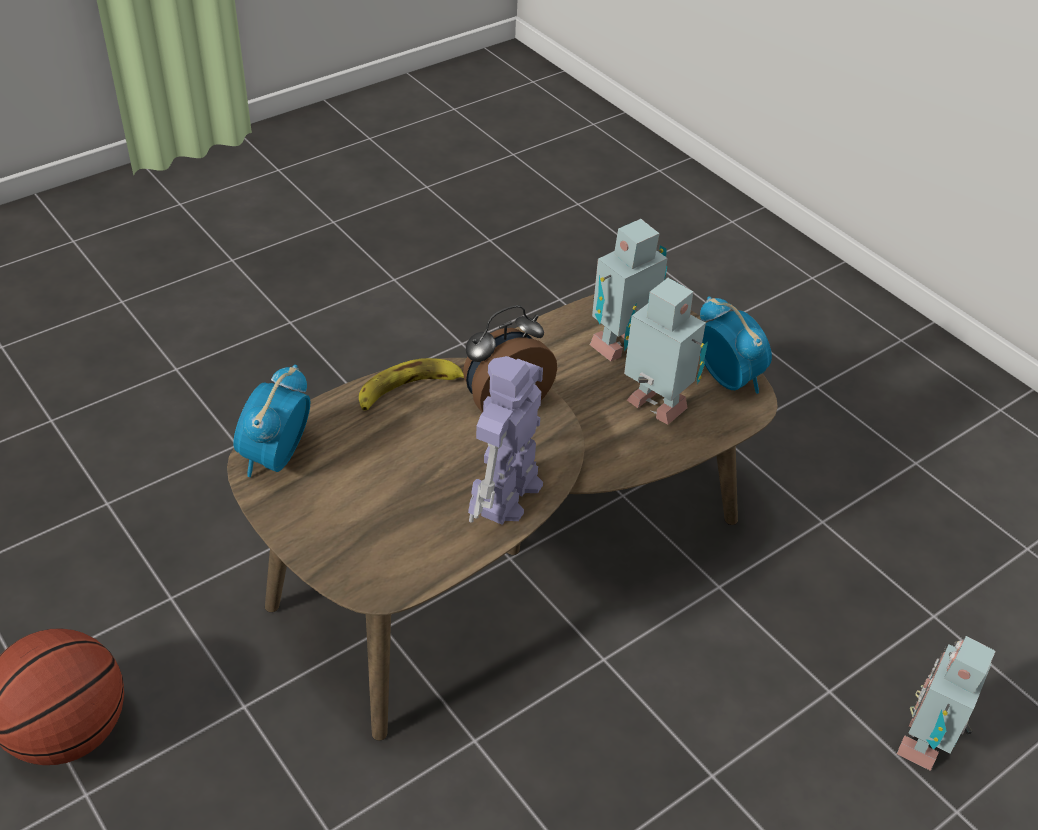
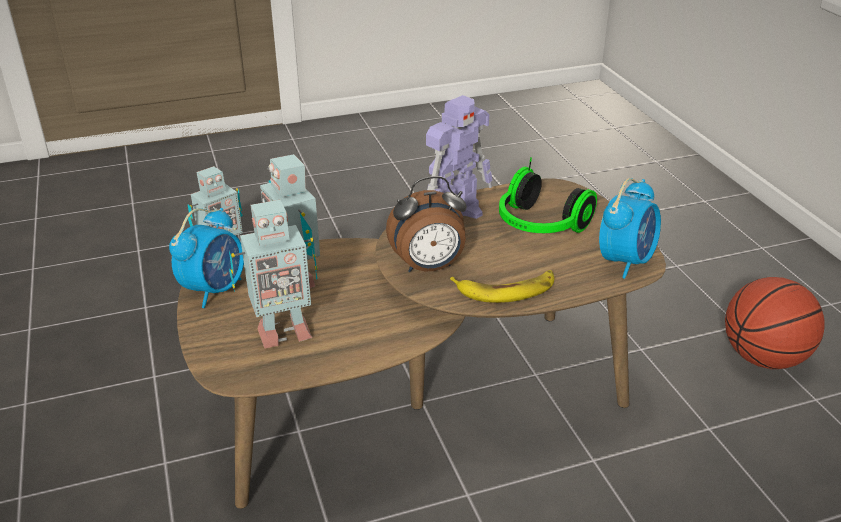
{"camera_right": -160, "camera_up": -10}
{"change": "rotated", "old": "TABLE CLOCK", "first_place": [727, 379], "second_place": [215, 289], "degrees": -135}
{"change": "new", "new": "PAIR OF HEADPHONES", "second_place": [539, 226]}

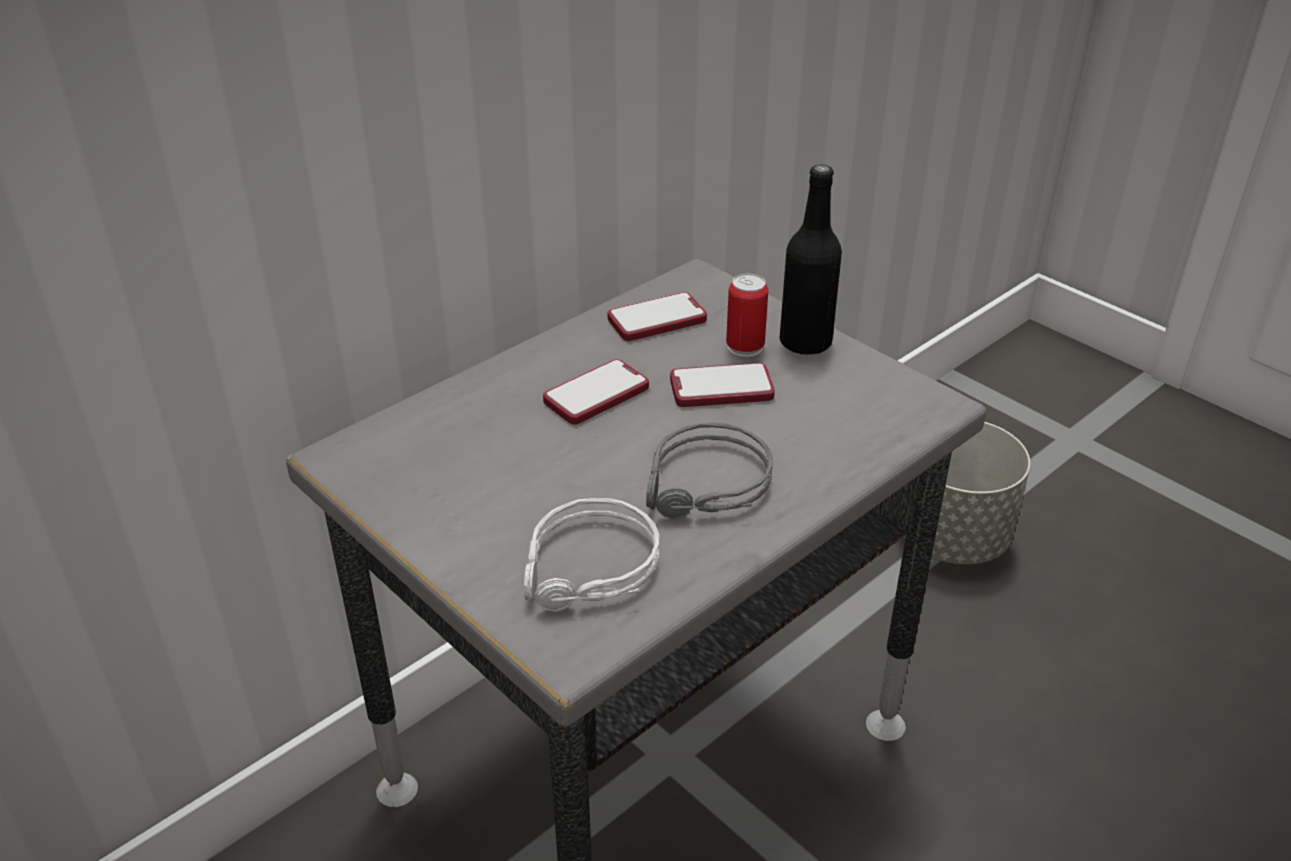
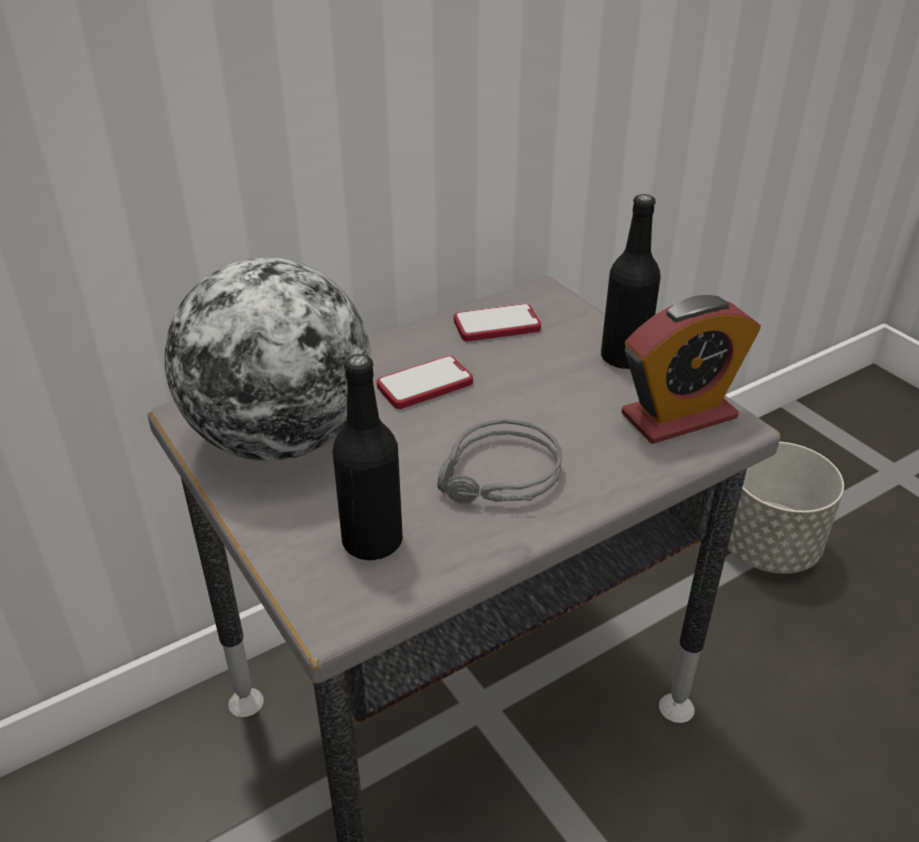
{"camera_right": 10, "camera_up": 0}
{"change": "gone", "old": "METAL CAN", "first_place": [745, 347]}
{"change": "gone", "old": "TELEPHONE", "first_place": [721, 388]}
{"change": "swapped", "old": "GREYISH PAIR OF HEADPHONES", "new": "BLACK-COLOURED BEVERAGE BOTTLE", "first_place": [590, 570], "second_place": [372, 541]}
{"change": "new", "new": "DESK GLOBE", "second_place": [282, 439]}
{"change": "new", "new": "TABLE CLOCK", "second_place": [678, 416]}

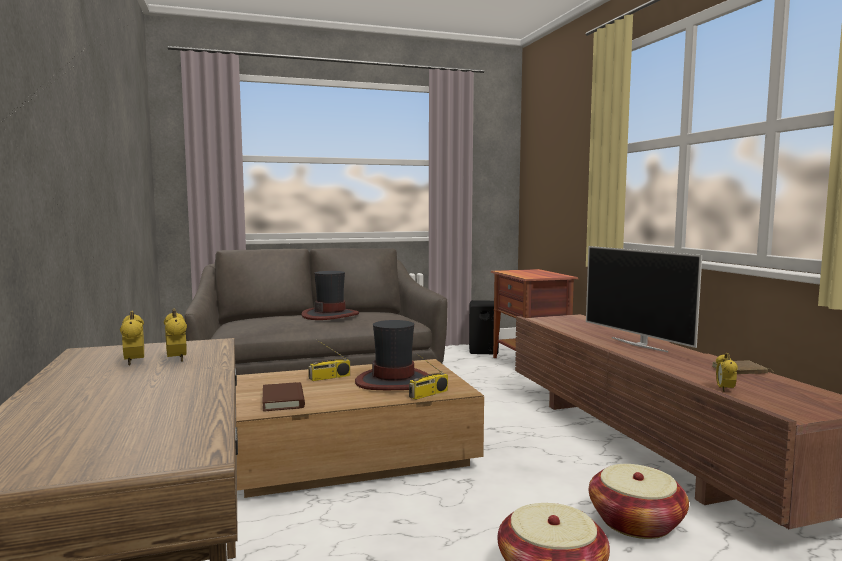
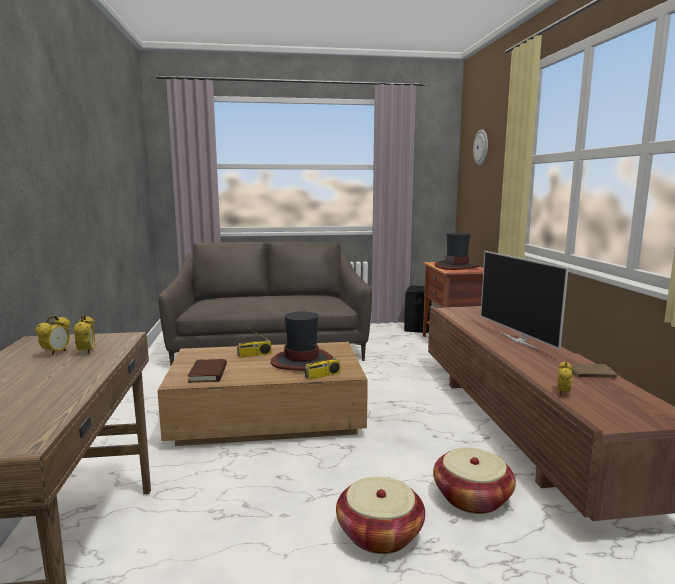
{"camera_right": 10, "camera_up": 5}
{"change": "shifted", "old": "HAT", "first_place": [330, 315], "second_place": [456, 266]}
{"change": "rotated", "old": "TABLE CLOCK", "first_place": [134, 362], "second_place": [56, 353], "degrees": -150}
{"change": "new", "new": "WALL CLOCK", "second_place": [481, 147]}

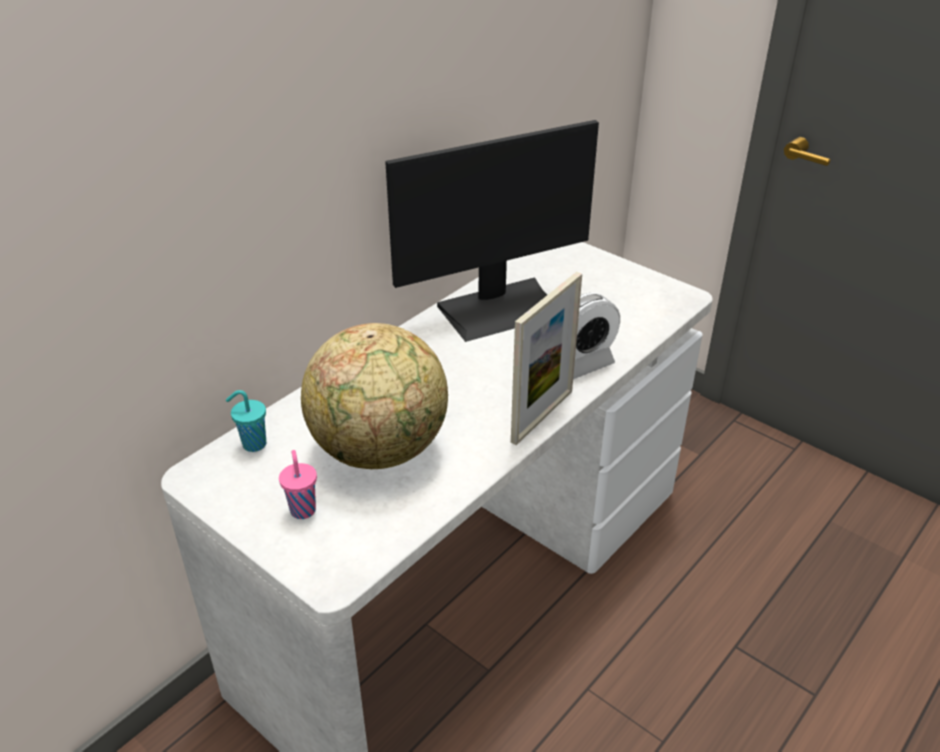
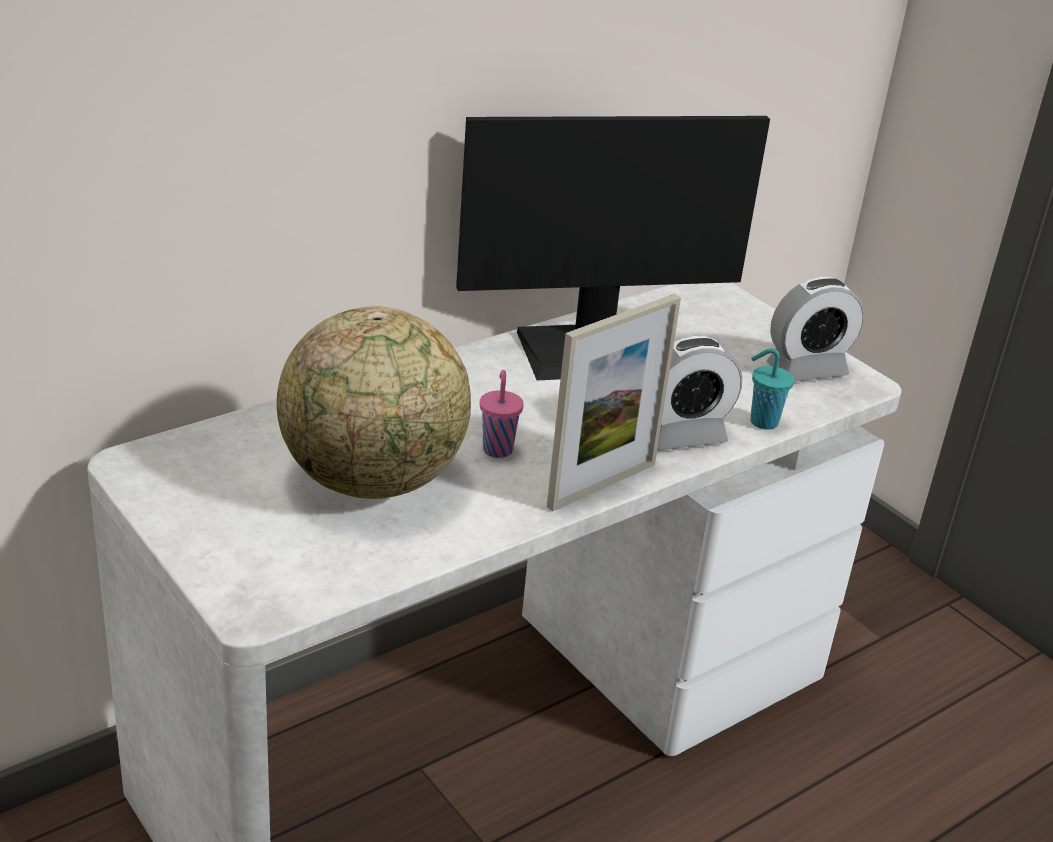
{"camera_right": 10, "camera_up": -5}
{"change": "shifted", "old": "TURQUOISE SMALL CUP", "first_place": [253, 444], "second_place": [762, 422]}
{"change": "shifted", "old": "PINKISH SMALL CUP", "first_place": [302, 509], "second_place": [497, 448]}
{"change": "new", "new": "TABLE CLOCK", "second_place": [806, 370]}

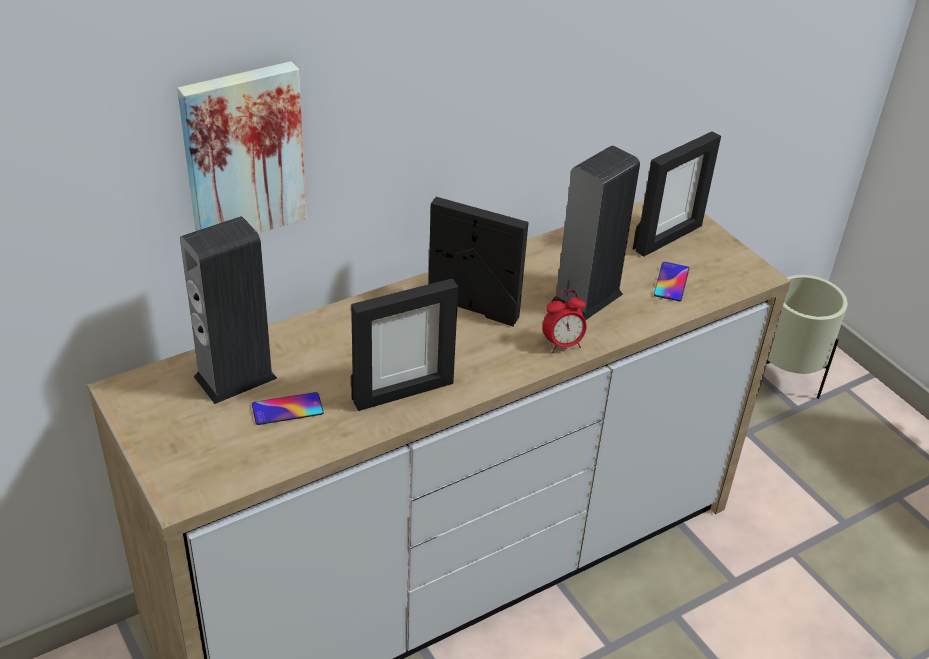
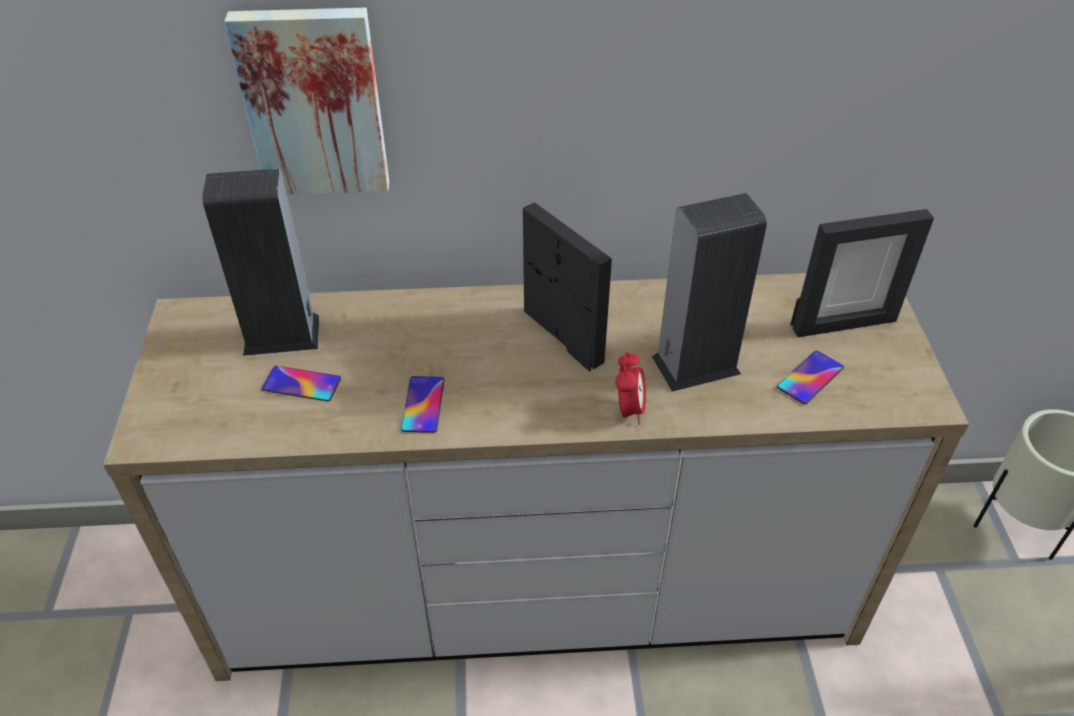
{"camera_right": 30, "camera_up": 5}
{"change": "swapped", "old": "STANDING FRAME", "new": "TELEPHONE", "first_place": [403, 391], "second_place": [423, 404]}
{"change": "rotated", "old": "TABLE CLOCK", "first_place": [562, 344], "second_place": [629, 410], "degrees": -90}

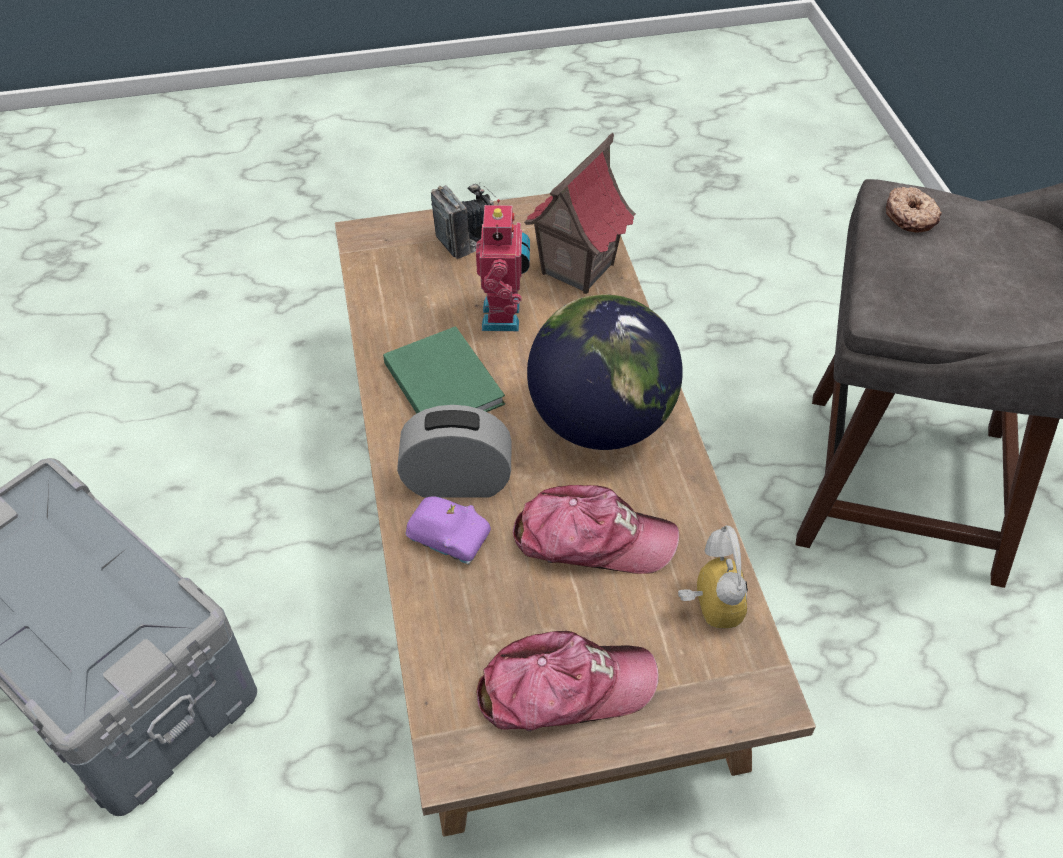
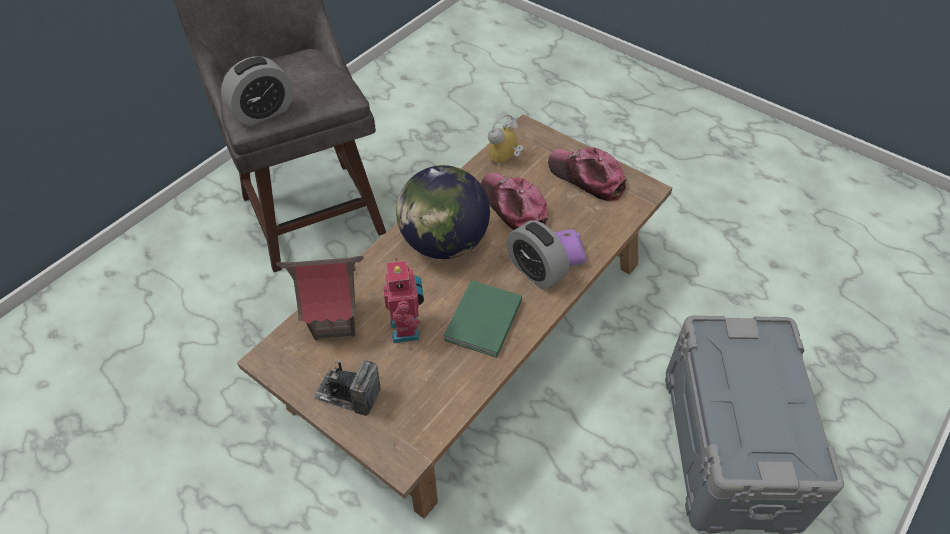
{"camera_right": -130, "camera_up": 0}
{"change": "swapped", "old": "DOUGHNUT", "new": "TABLE CLOCK", "first_place": [910, 216], "second_place": [263, 112]}
{"change": "rotated", "old": "TOY ROBOT", "first_place": [504, 316], "second_place": [407, 329], "degrees": 120}

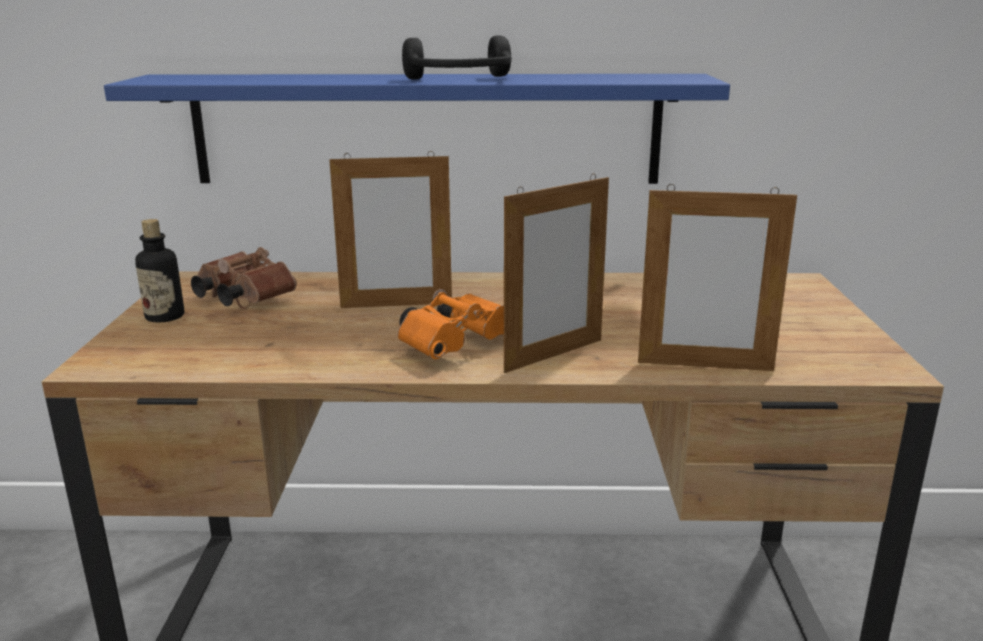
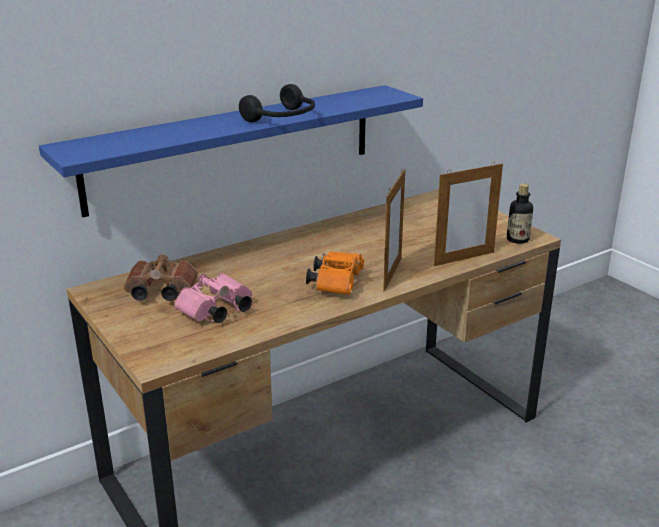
{"camera_right": -35, "camera_up": 5}
{"change": "gone", "old": "STANDING FRAME", "first_place": [396, 305]}
{"change": "shifted", "old": "BEVERAGE BOTTLE", "first_place": [165, 316], "second_place": [517, 239]}
{"change": "new", "new": "PINKISH BINOCULARS", "second_place": [215, 312]}

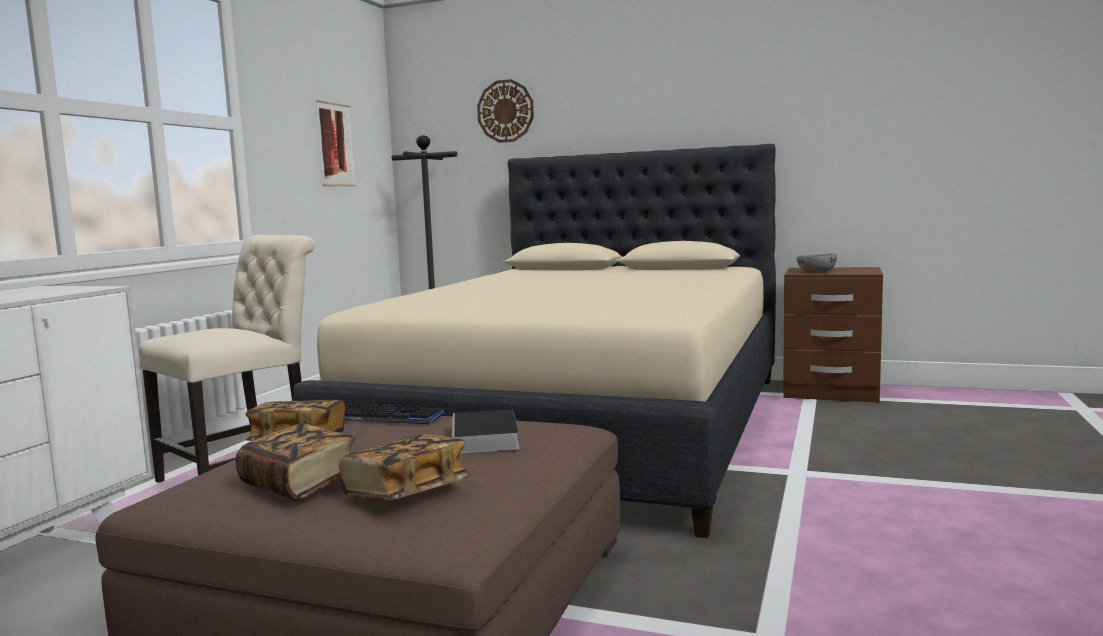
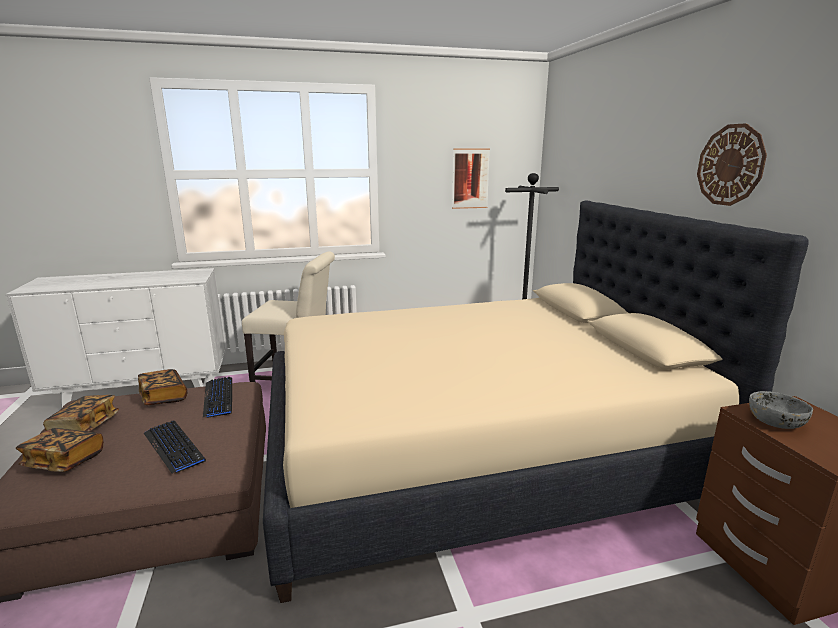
{"camera_right": 55, "camera_up": 10}
{"change": "shifted", "old": "WALL CLOCK", "first_place": [505, 111], "second_place": [730, 165]}
{"change": "swapped", "old": "BOUND BOOK", "new": "KEYBOARD", "first_place": [485, 439], "second_place": [174, 447]}

